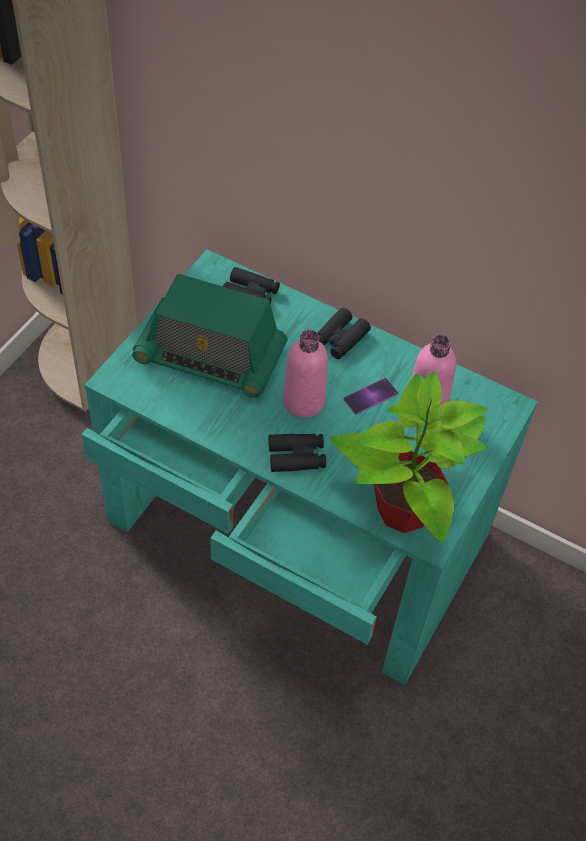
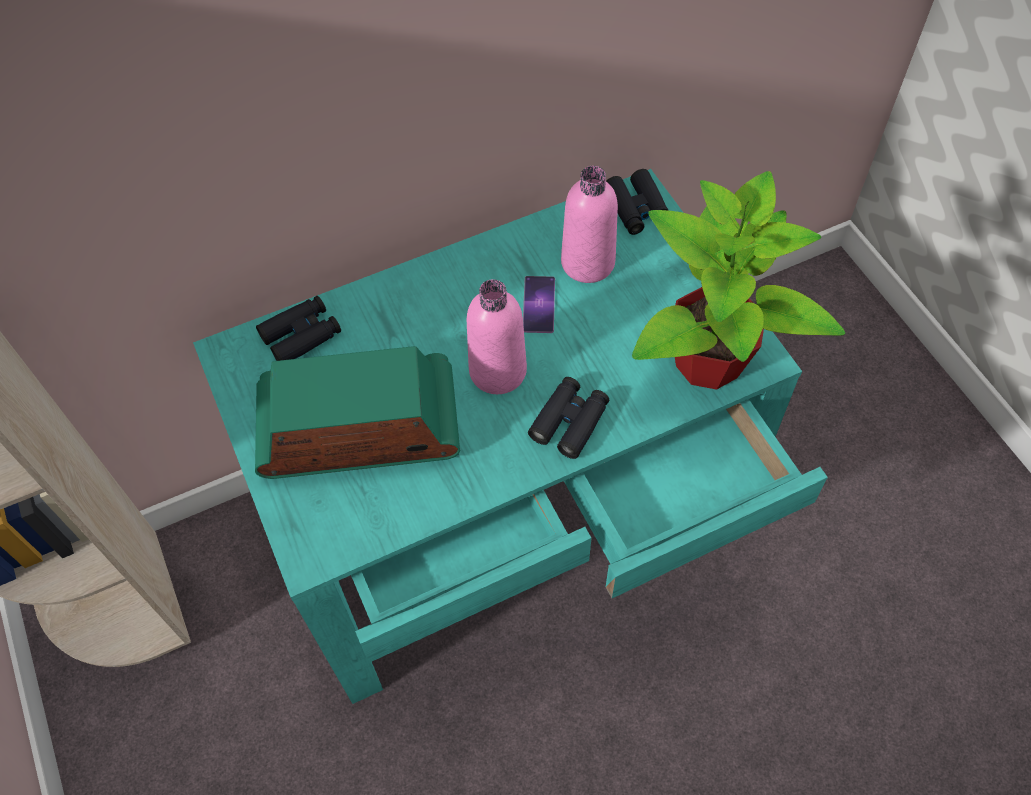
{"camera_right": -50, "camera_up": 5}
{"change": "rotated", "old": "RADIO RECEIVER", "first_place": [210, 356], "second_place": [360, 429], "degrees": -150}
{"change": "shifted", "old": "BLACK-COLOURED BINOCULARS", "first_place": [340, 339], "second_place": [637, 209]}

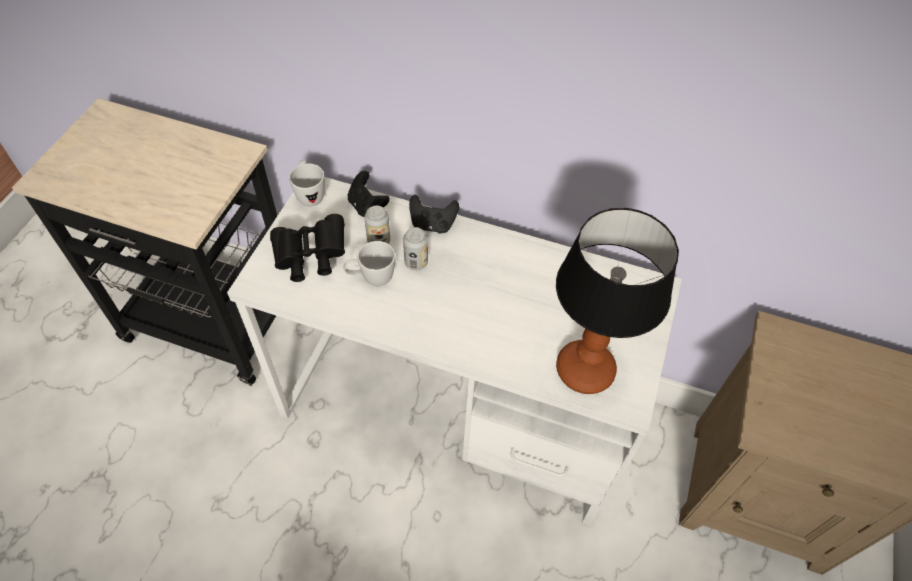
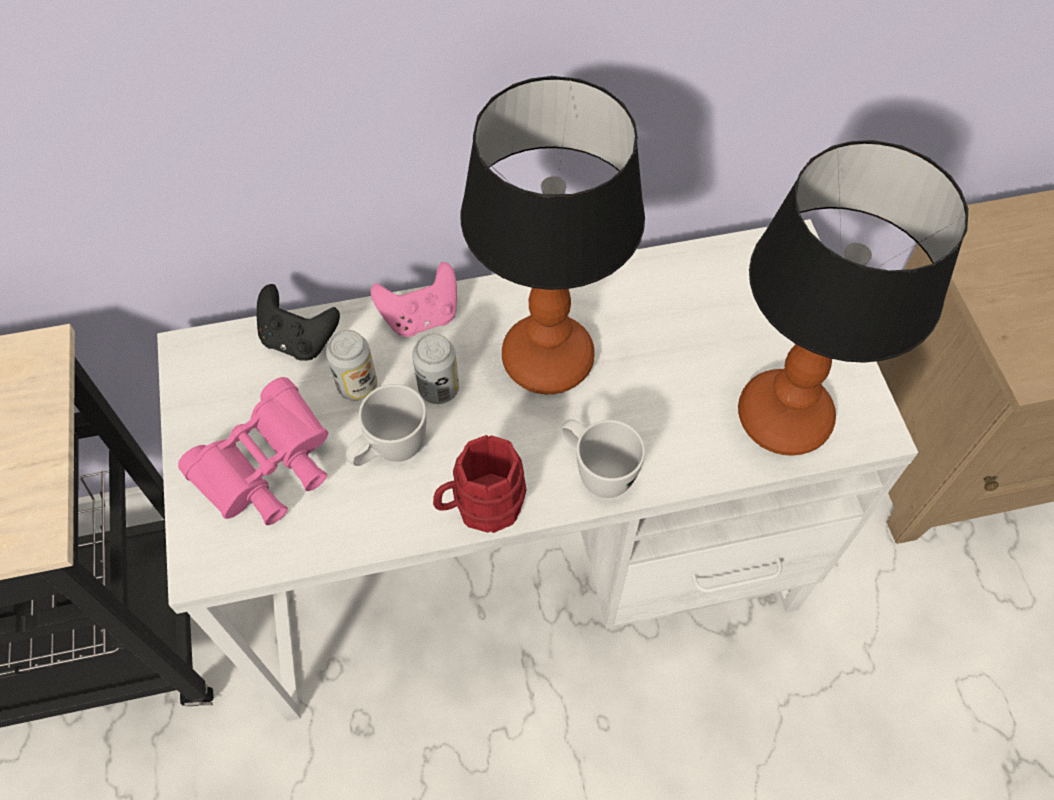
{"camera_right": -30, "camera_up": 5}
{"change": "shifted", "old": "WHITE TEA MUG", "first_place": [310, 194], "second_place": [596, 472]}
{"change": "repainted", "old": "BLACK-COLOURED GAMEPAD", "new": "PINKISH GAMEPAD", "first_place": [432, 224], "second_place": [421, 317]}
{"change": "repainted", "old": "BLACK-COLOURED BINOCULARS", "new": "PINKISH BINOCULARS", "first_place": [310, 258], "second_place": [268, 471]}
{"change": "new", "new": "LAMP FOR A TABLE", "second_place": [549, 358]}
{"change": "new", "new": "REDDISH TEA MUG", "second_place": [480, 505]}

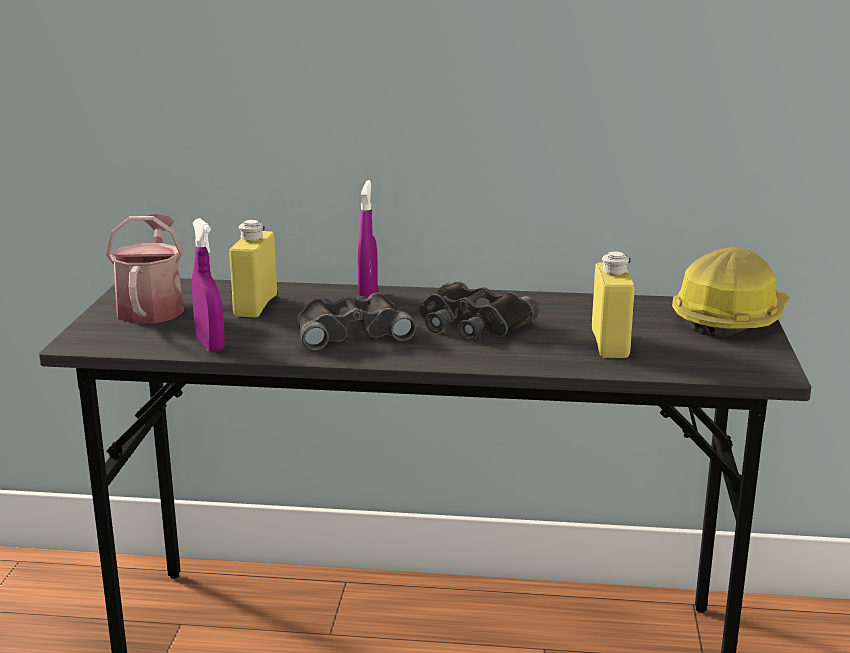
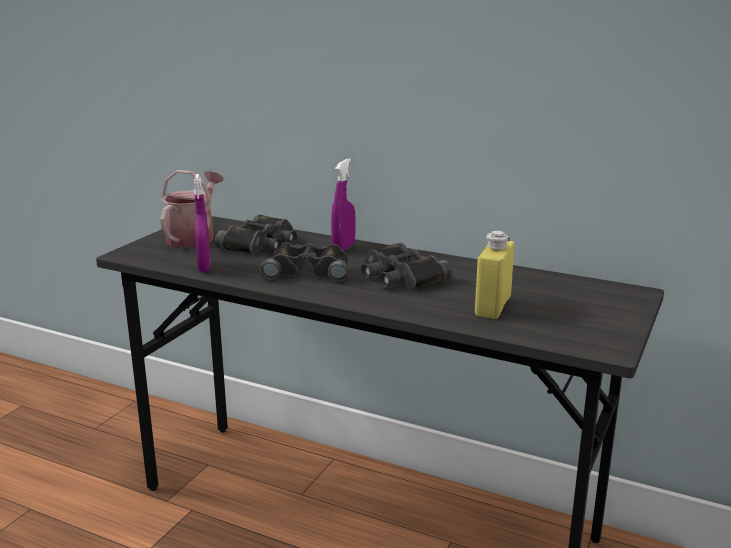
{"camera_right": 20, "camera_up": 0}
{"change": "swapped", "old": "YELLOW-COLOURED BEVERAGE BOTTLE", "new": "BLACK-COLOURED BINOCULARS", "first_place": [255, 305], "second_place": [261, 244]}
{"change": "gone", "old": "WORK HELMET", "first_place": [729, 318]}

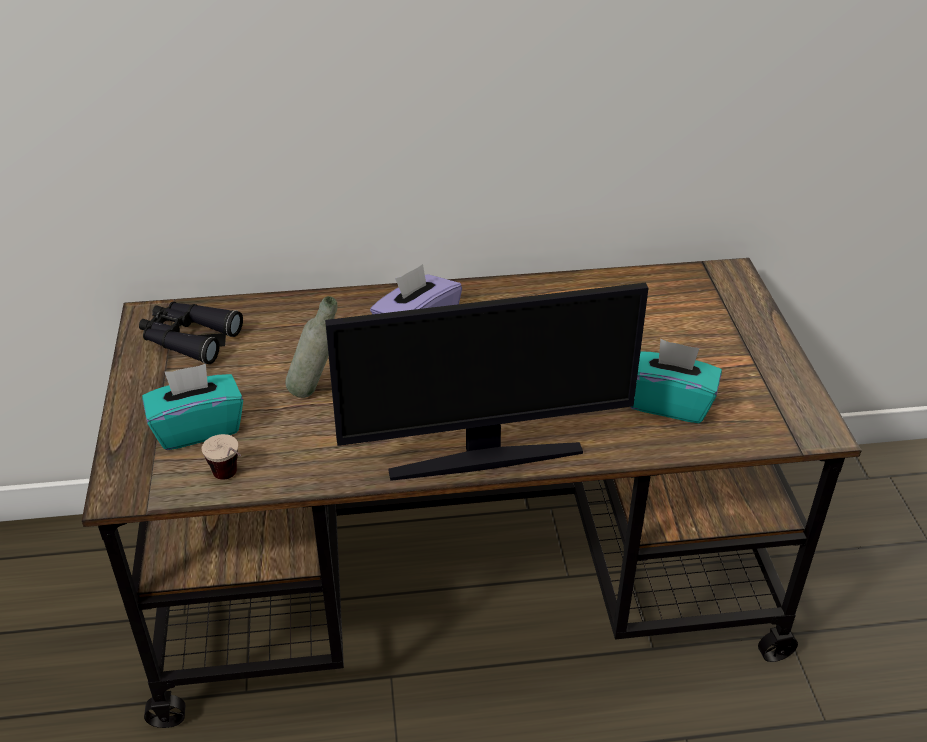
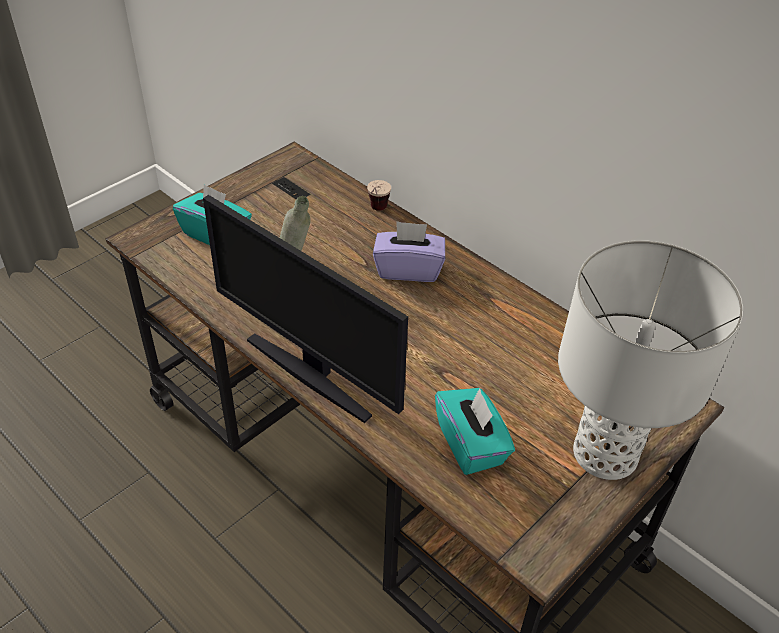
{"camera_right": 50, "camera_up": 5}
{"change": "gone", "old": "BLACK-COLOURED BINOCULARS", "first_place": [188, 338]}
{"change": "shifted", "old": "SMALL CUP", "first_place": [232, 480], "second_place": [376, 212]}
{"change": "new", "new": "WHITE LAMP FOR A TABLE", "second_place": [604, 452]}

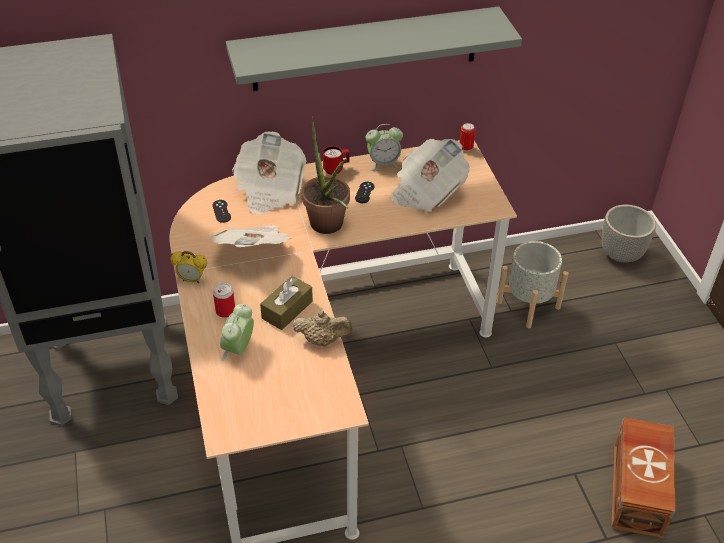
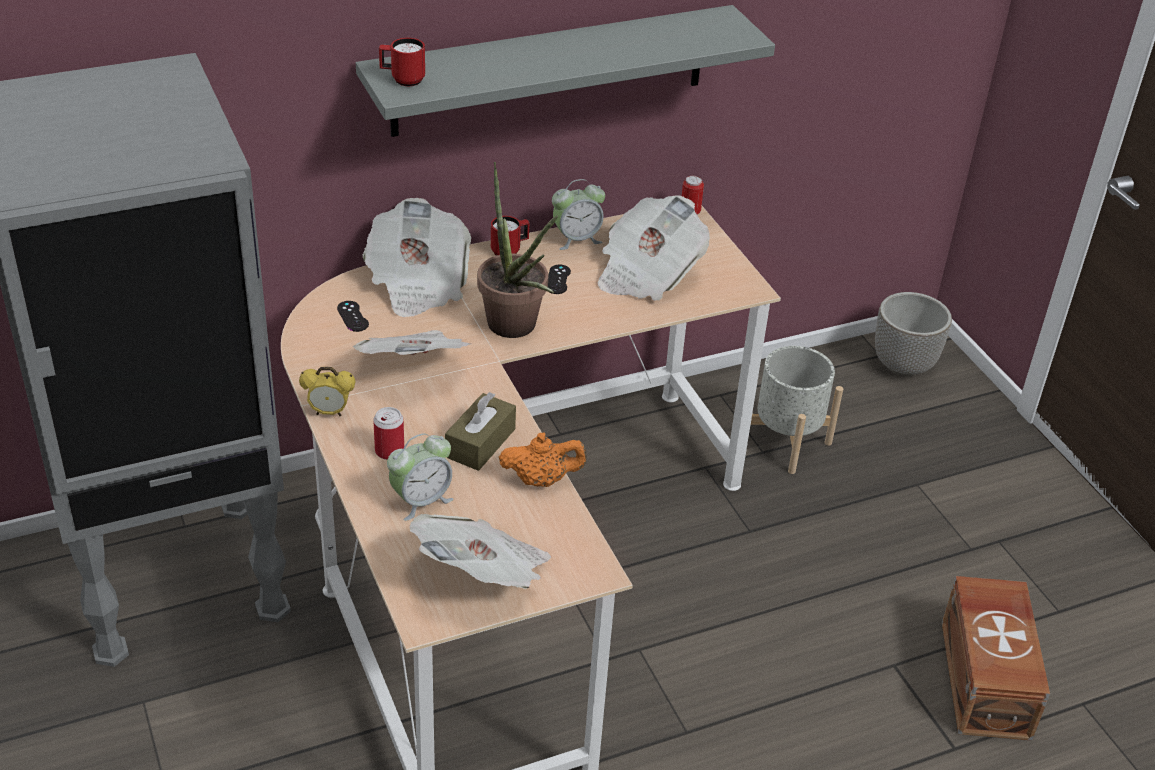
{"camera_right": -10, "camera_up": -5}
{"change": "rotated", "old": "TABLE CLOCK", "first_place": [239, 349], "second_place": [421, 500], "degrees": -135}
{"change": "repainted", "old": "SAND-COLOURED TEA POT", "new": "ORANGE TEA POT", "first_place": [322, 340], "second_place": [541, 480]}
{"change": "new", "new": "REDDISH TEA MUG", "second_place": [402, 80]}
{"change": "new", "new": "NEWSPAPER", "second_place": [483, 575]}

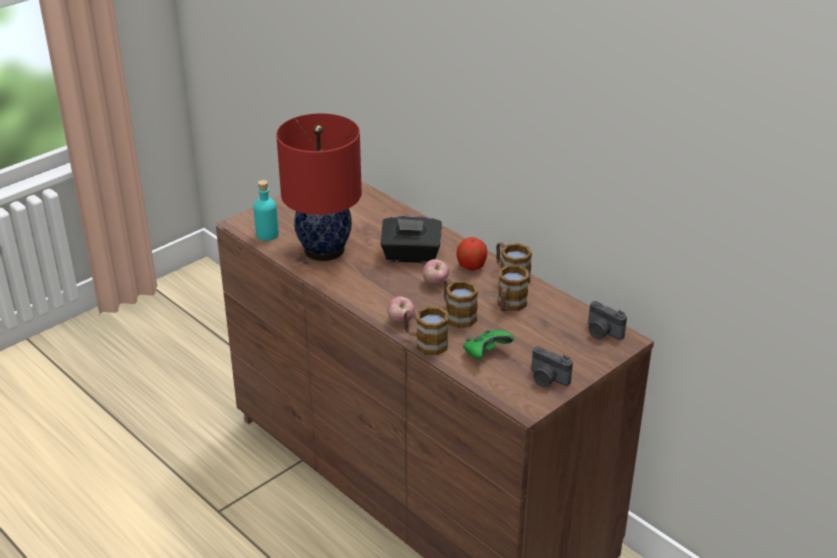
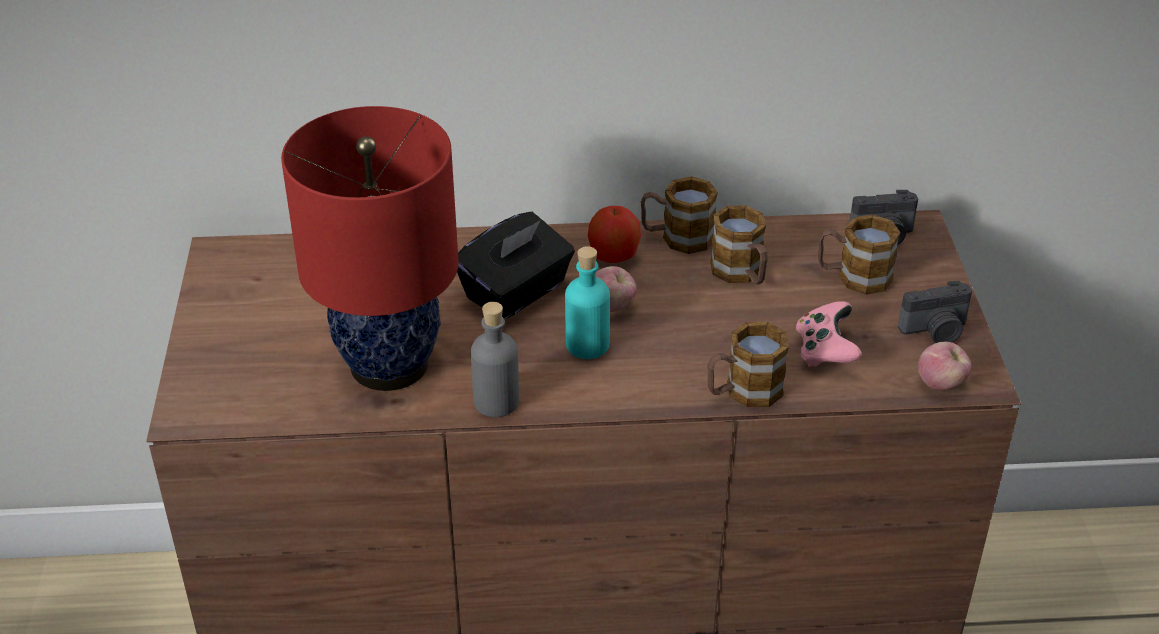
{"camera_right": -50, "camera_up": 5}
{"change": "shifted", "old": "TURQUOISE BEVERAGE BOTTLE", "first_place": [267, 234], "second_place": [587, 345]}
{"change": "shifted", "old": "TEA MUG", "first_place": [457, 315], "second_place": [853, 277]}
{"change": "shifted", "old": "APPLE", "first_place": [401, 321], "second_place": [941, 384]}
{"change": "repainted", "old": "GREEN GAMEPAD", "new": "PINKISH GAMEPAD", "first_place": [485, 353], "second_place": [825, 351]}
{"change": "new", "new": "GREYISH BEVERAGE BOTTLE", "second_place": [496, 402]}

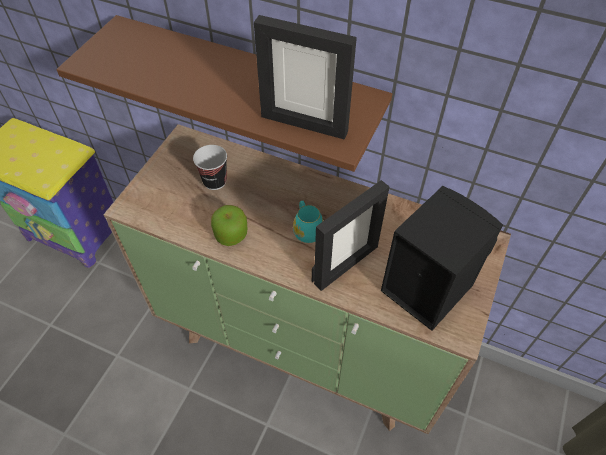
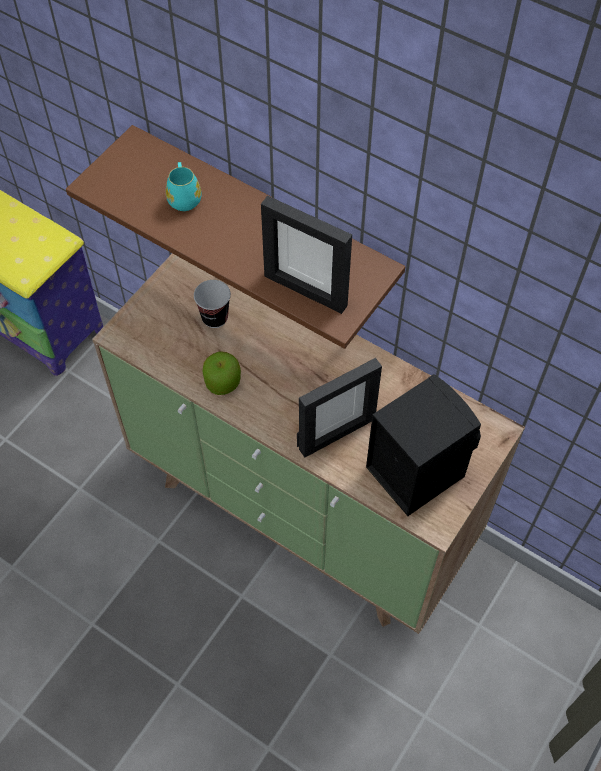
{"camera_right": 10, "camera_up": 5}
{"change": "shifted", "old": "TURQUOISE TEA MUG", "first_place": [307, 230], "second_place": [184, 197]}

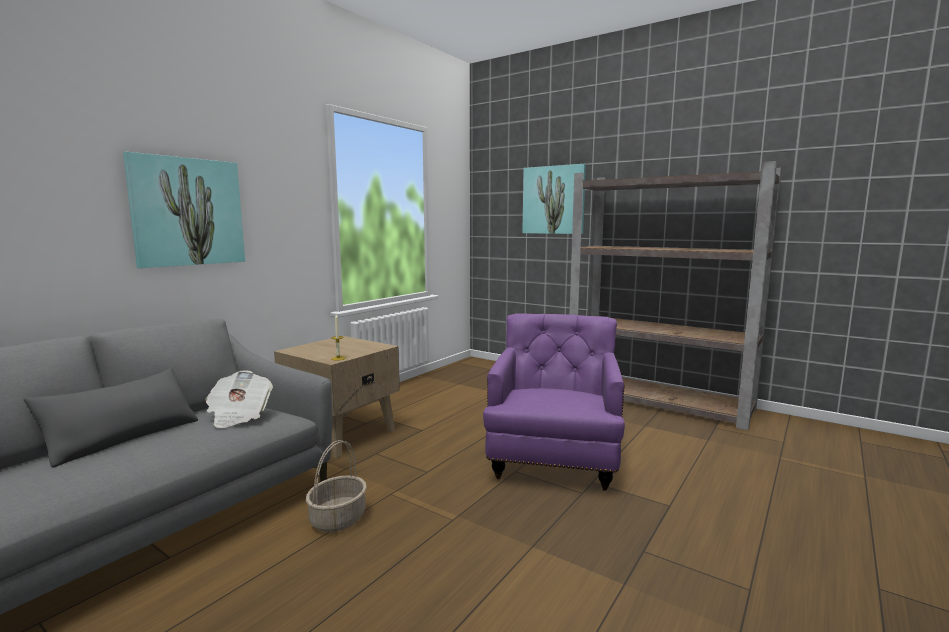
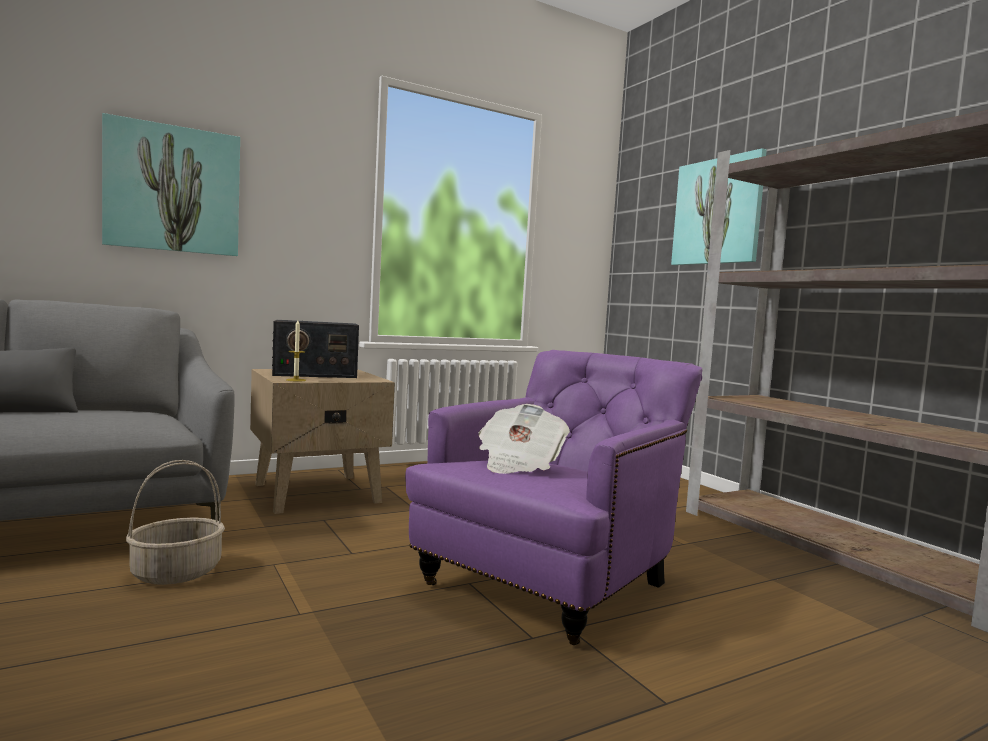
{"camera_right": 25, "camera_up": -5}
{"change": "shifted", "old": "NEWSPAPER", "first_place": [239, 415], "second_place": [519, 464]}
{"change": "new", "new": "RADIO RECEIVER", "second_place": [314, 374]}

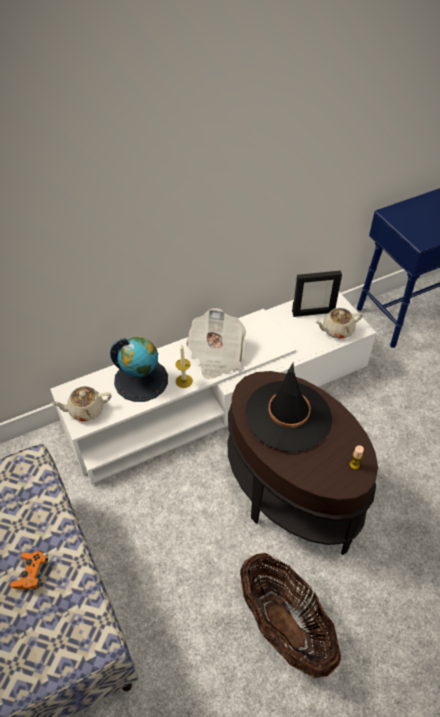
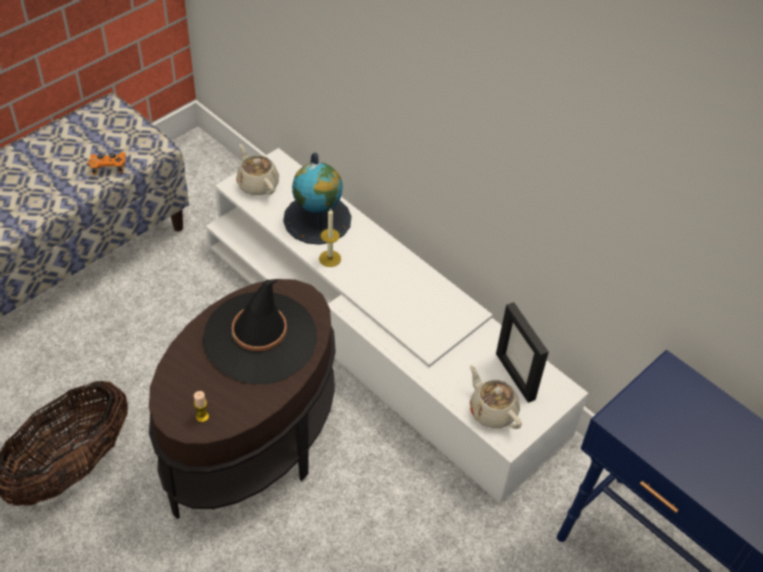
{"camera_right": 70, "camera_up": 0}
{"change": "gone", "old": "NEWSPAPER", "first_place": [216, 355]}
{"change": "shifted", "old": "ORANGE GAMEPAD", "first_place": [31, 574], "second_place": [108, 167]}

